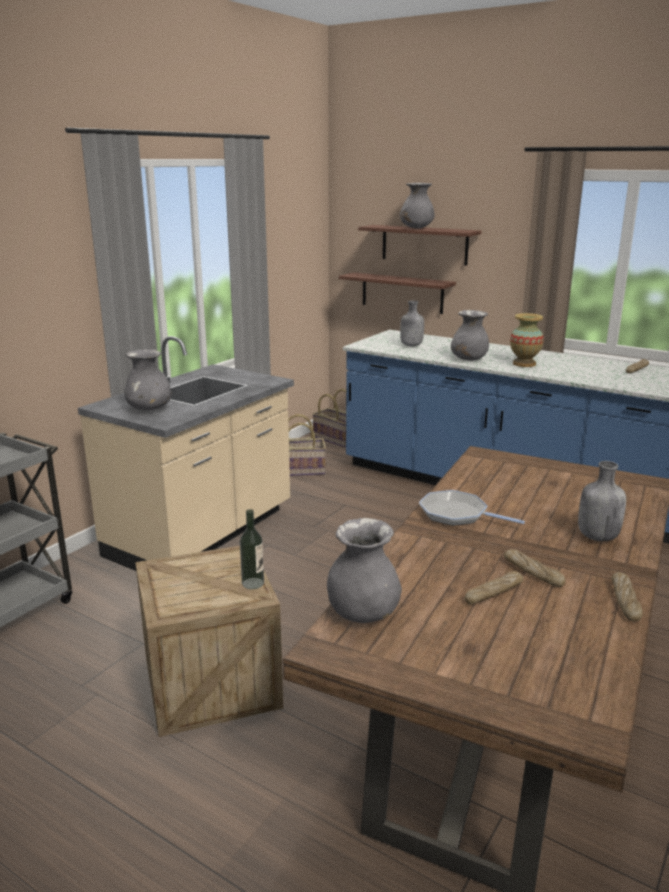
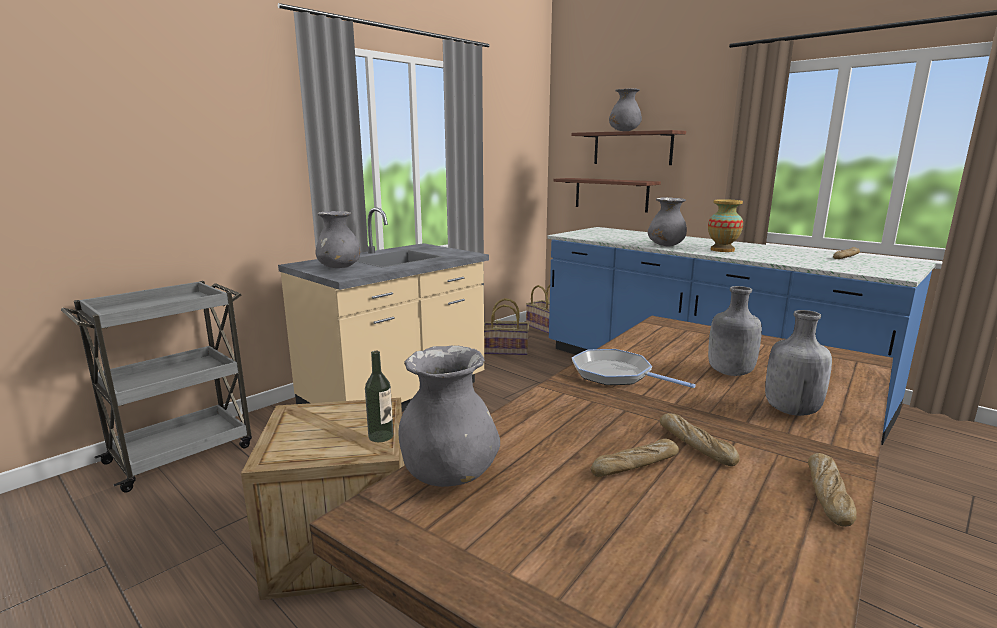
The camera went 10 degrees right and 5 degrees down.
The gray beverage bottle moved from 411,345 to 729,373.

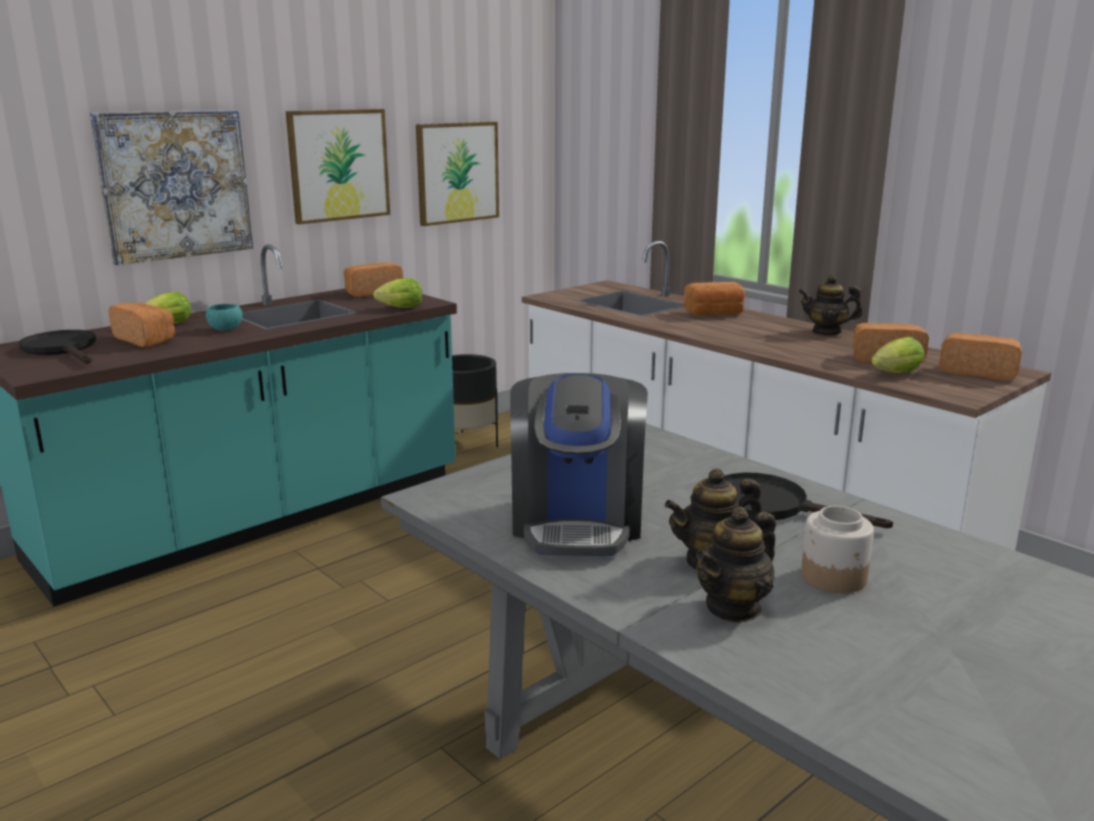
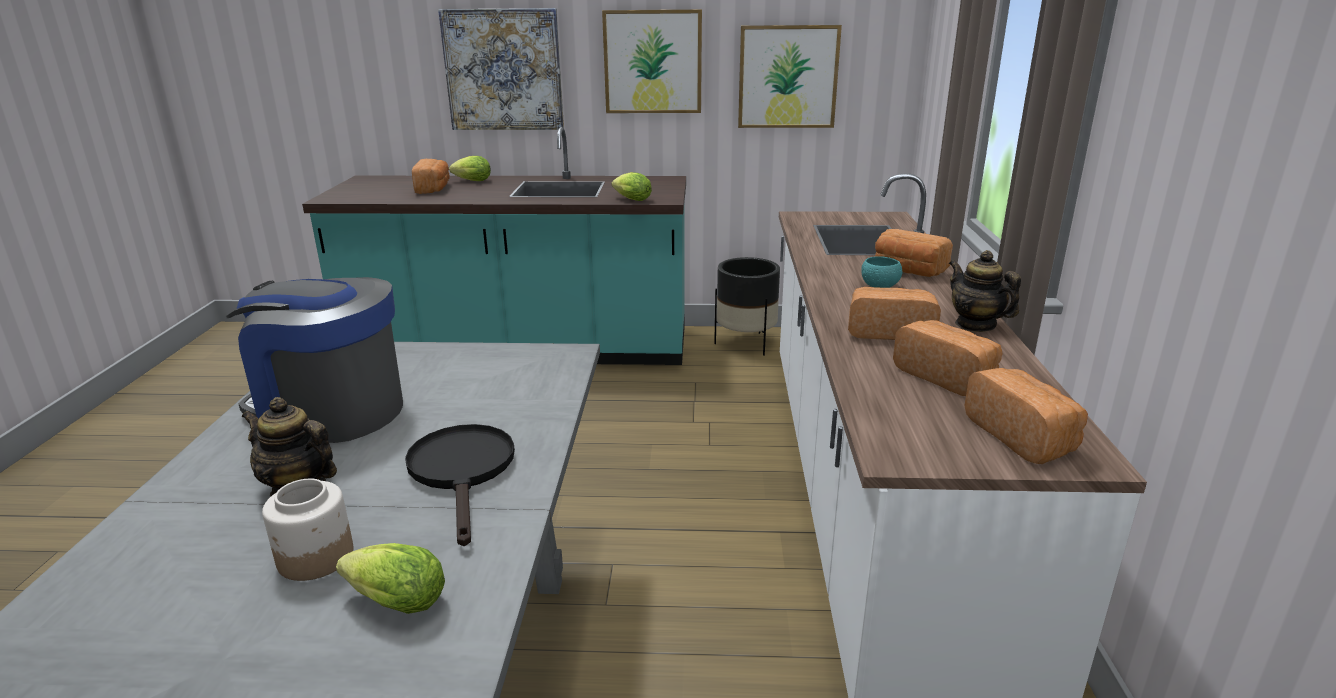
The camera went 45 degrees right and 5 degrees up.
The bakery bread moved from 372,292 to 889,332.
The turquoise deep dish moved from 225,329 to 879,286.
The blackish pan at 63,349 disappeared.
The lettuce moved from 893,374 to 392,602.
The coffee maker at 577,521 turned 60 degrees clockwise.
The pot for tea at 734,607 disappeared.

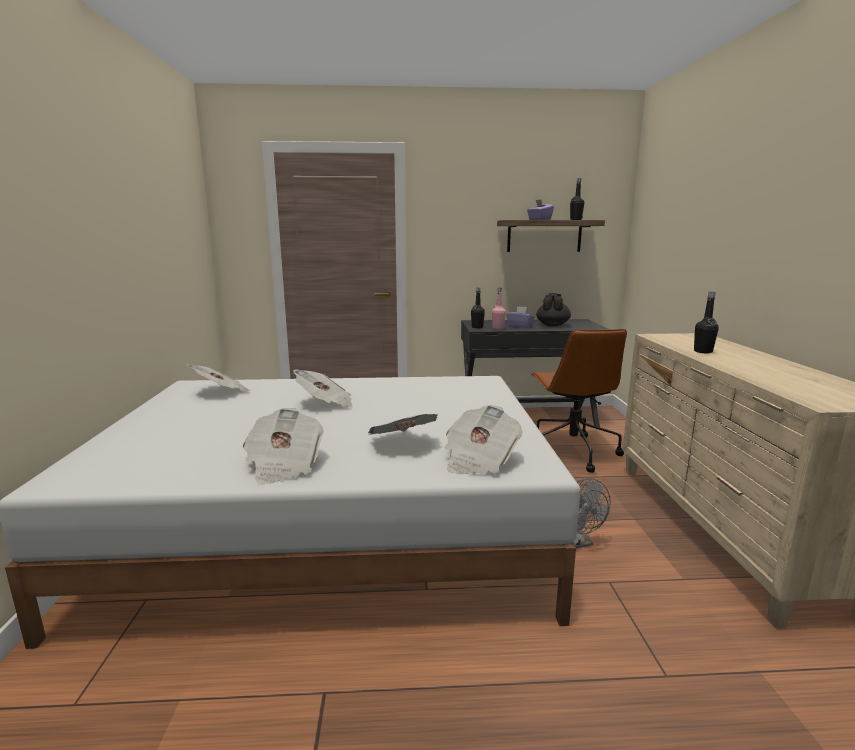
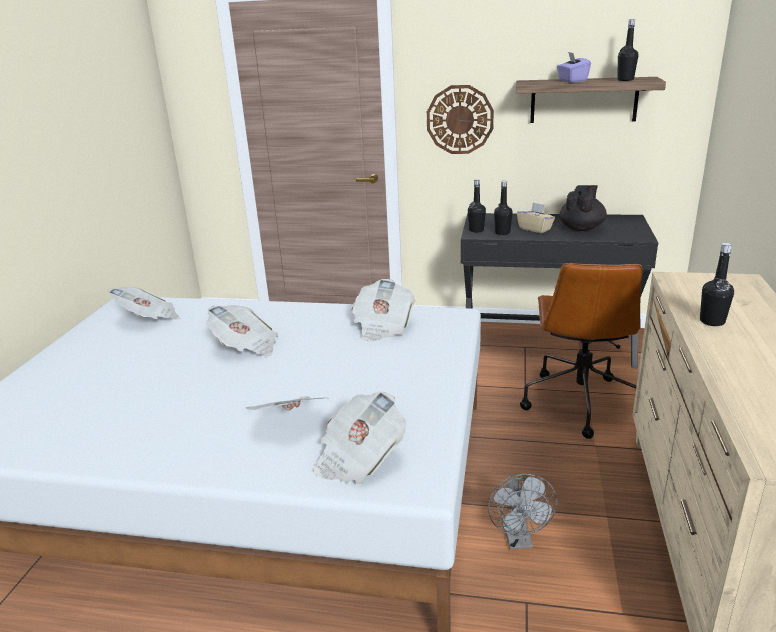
The camera went 15 degrees right and 10 degrees up.
The pink beverage bottle at 498,328 became the blackish beverage bottle at 502,233.
The purple tissue box at 520,326 became the beige tissue box at 535,229.
The newspaper moved from 283,465 to 382,326.
The clock on the wall at 460,119 appeared.

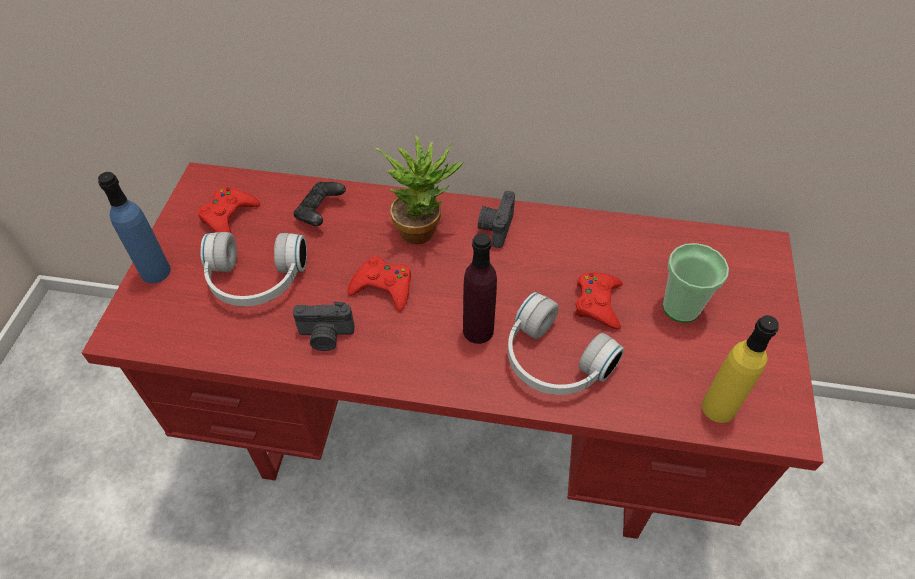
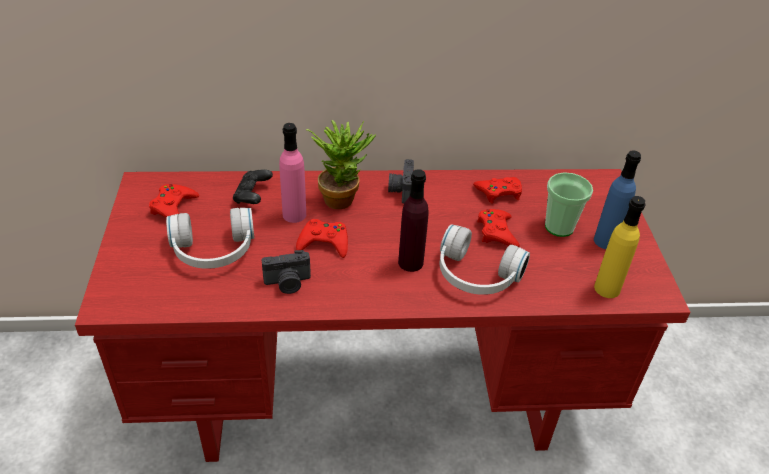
The camera went 15 degrees left and 10 degrees down.
The blue beverage bottle moved from 155,272 to 605,241.
The pink beverage bottle at 294,214 appeared.
The red game controller at 499,192 appeared.

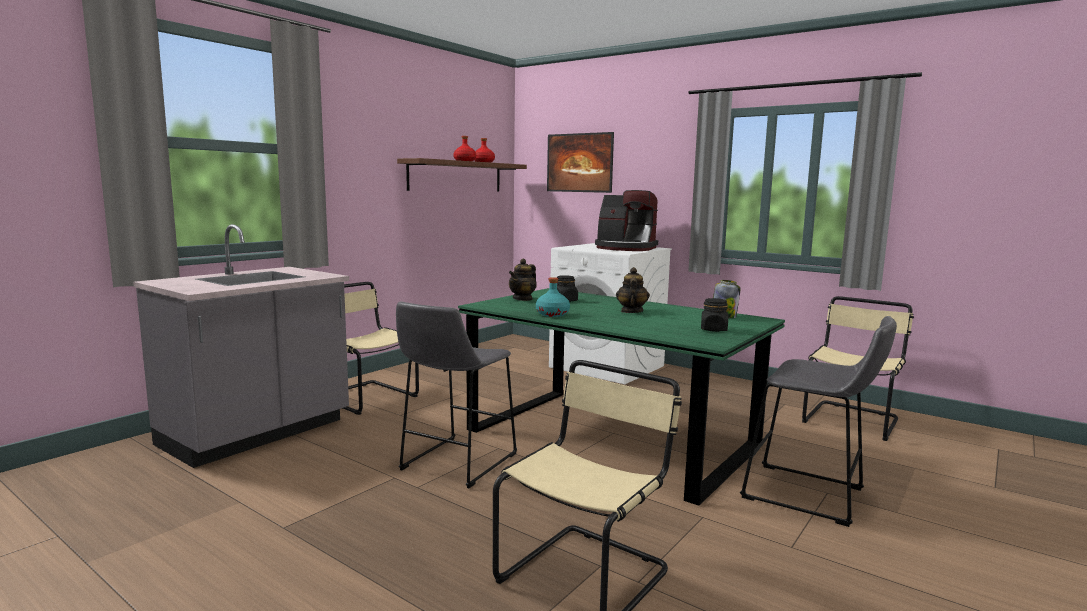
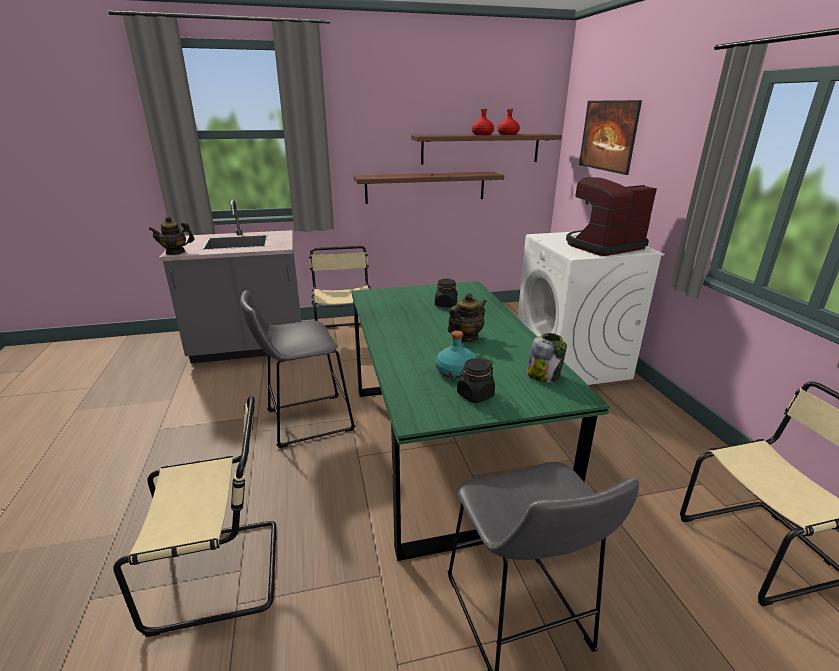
The camera went 40 degrees right and 15 degrees up.
The coffee maker at 625,248 turned 90 degrees clockwise.
The pot for tea moved from 523,299 to 175,252.
The turquoise beverage bottle moved from 552,314 to 455,372.
The brownish bracket shelf at 425,187 appeared.

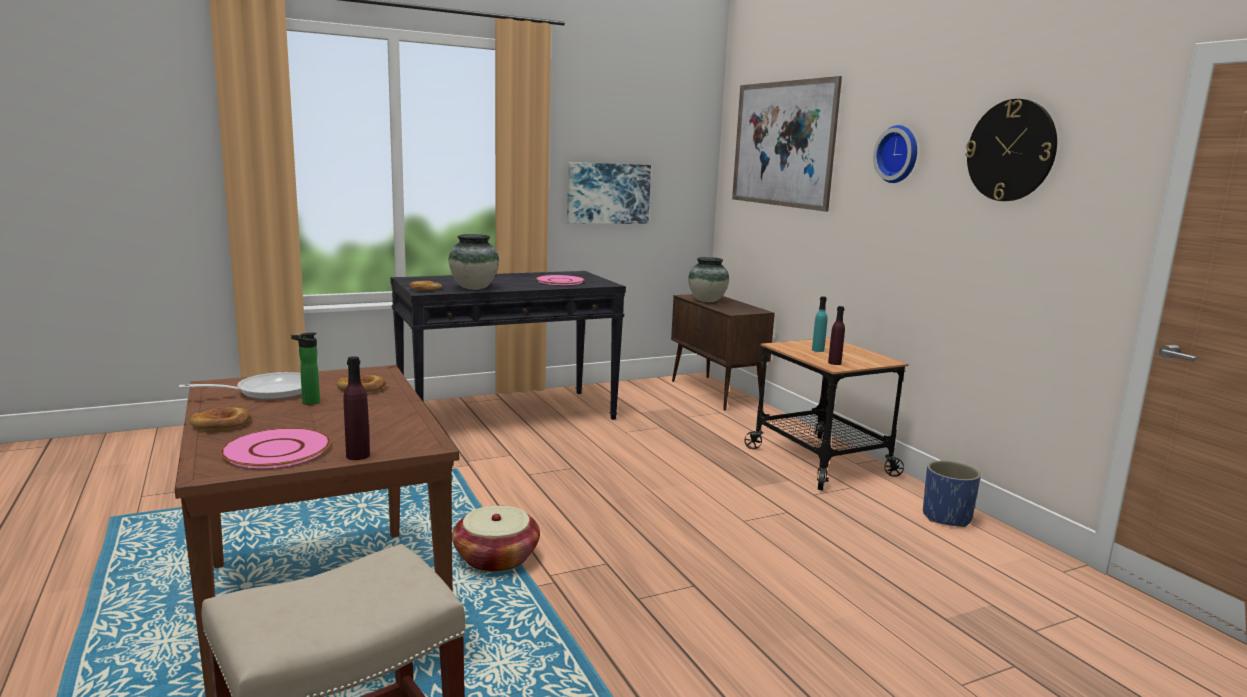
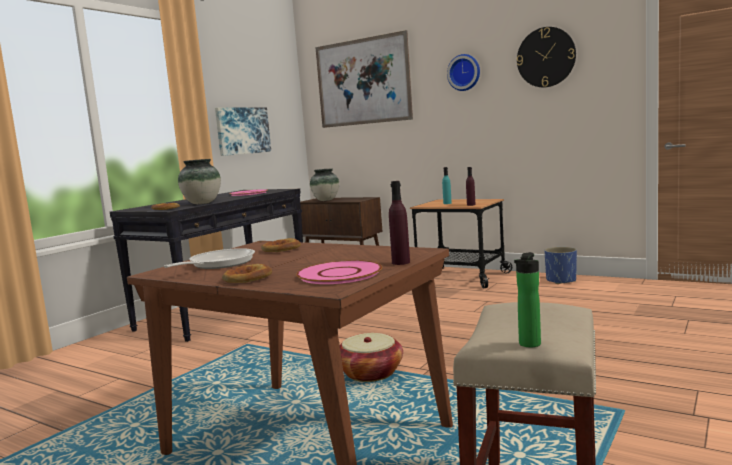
The camera went 30 degrees left and 5 degrees down.
The beverage bottle moved from 308,402 to 528,345.

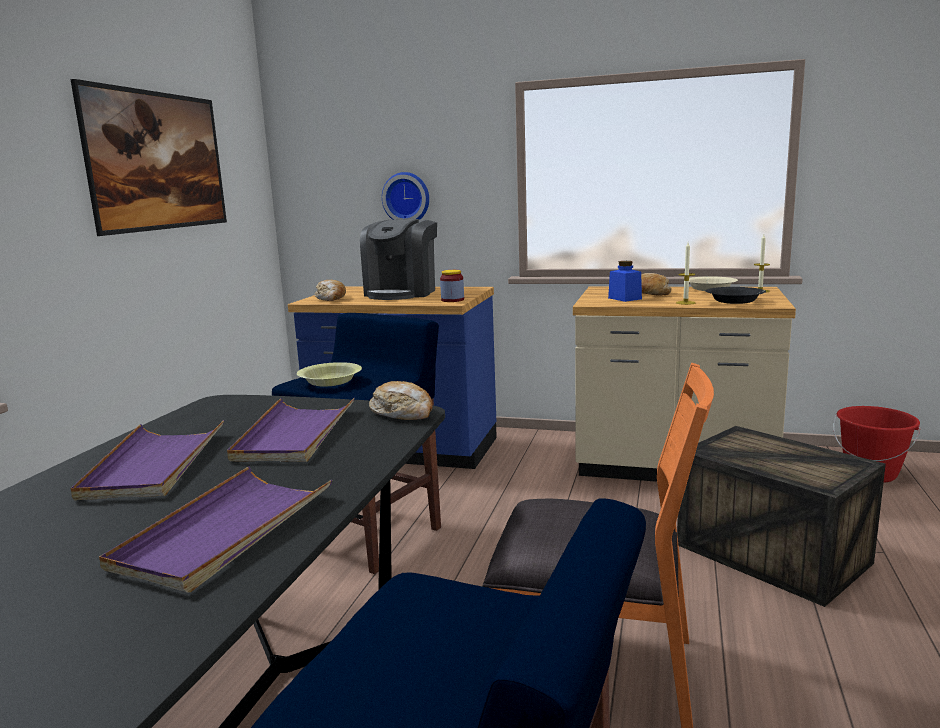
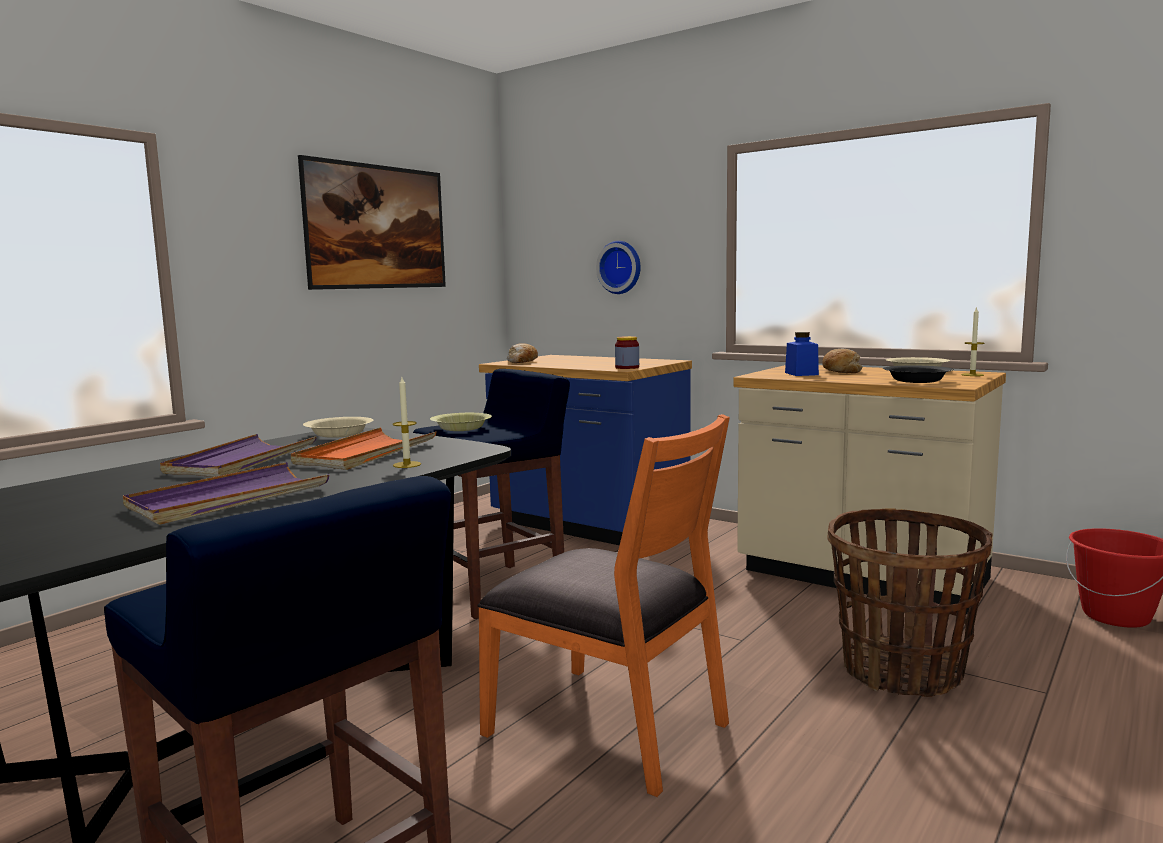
The camera went 20 degrees right and 5 degrees down.
The coffee maker at 402,293 disappeared.
The candle moved from 685,303 to 407,465.
The bakery bread at 403,413 disappeared.
The purple tray at 295,434 became the orange tray at 365,454.
The packing crate at 774,554 was replaced by the household basket at 902,671.
The beige deep dish at 339,435 appeared.

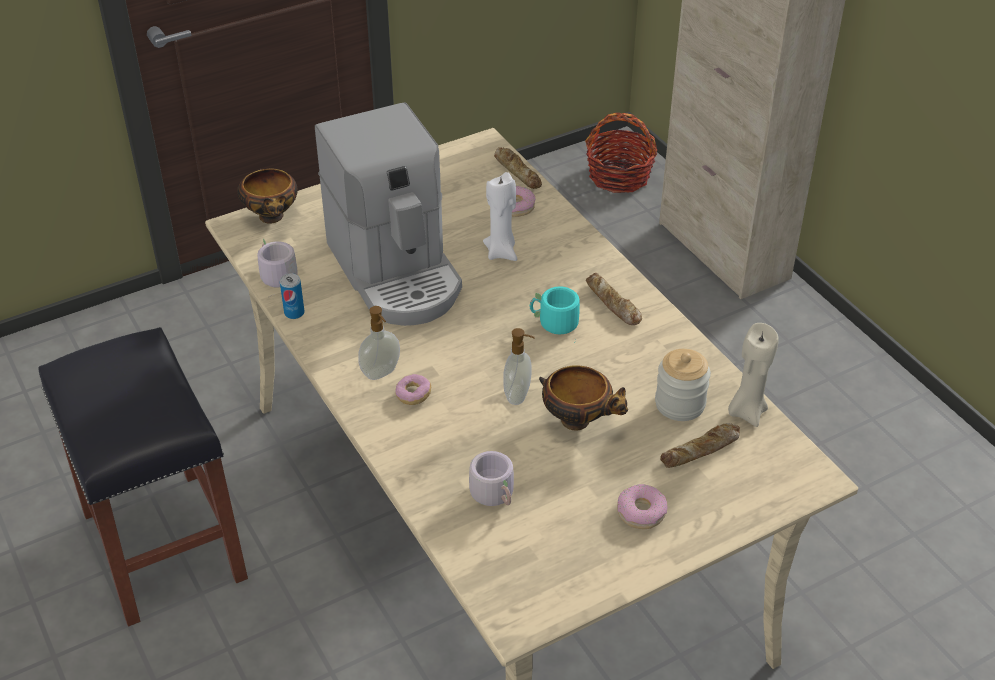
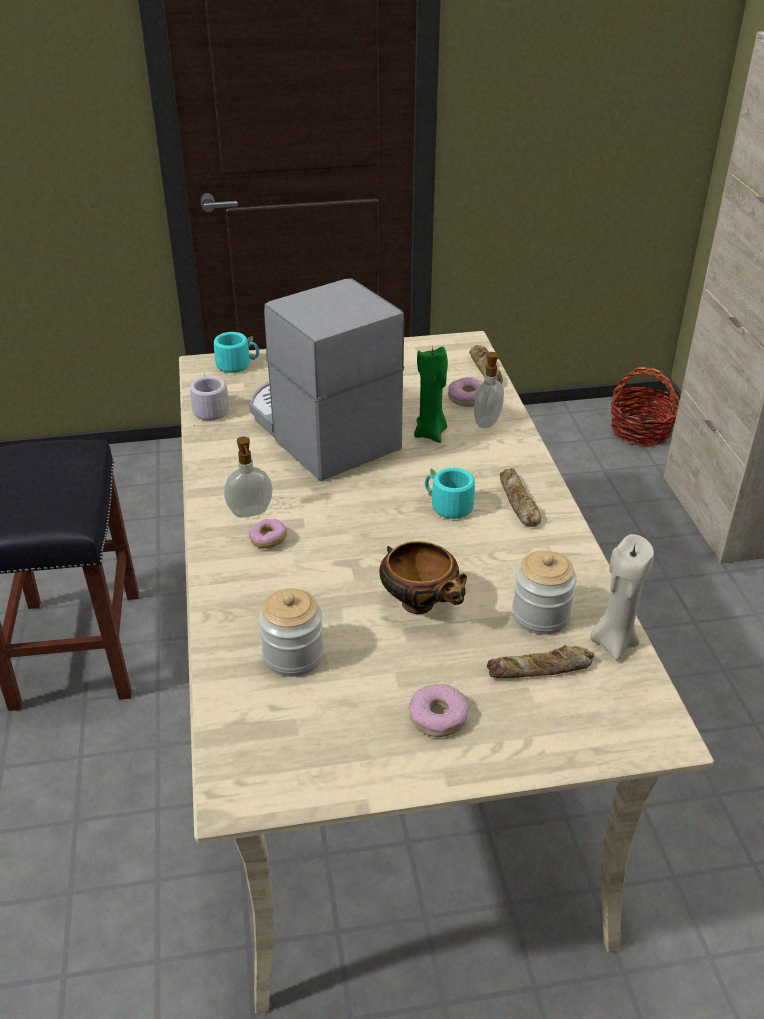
The camera went 20 degrees right and 5 degrees down.
The coffee maker at 396,273 turned 150 degrees clockwise.
The deep dish at 272,218 was replaced by the turquoise tea mug at 237,364.
The white candle at 501,252 became the green candle at 431,433.
The can at 294,313 disappeared.
The soap dispenser moved from 518,395 to 488,423.
The gray tea mug at 496,494 was replaced by the preserve jar at 293,655.

